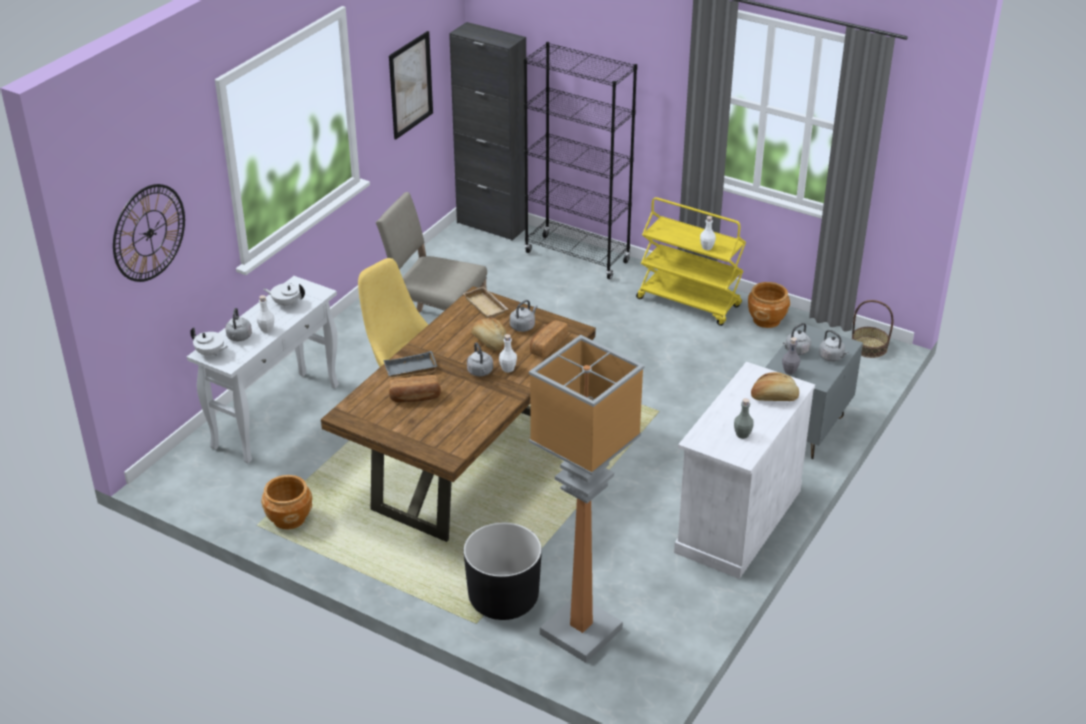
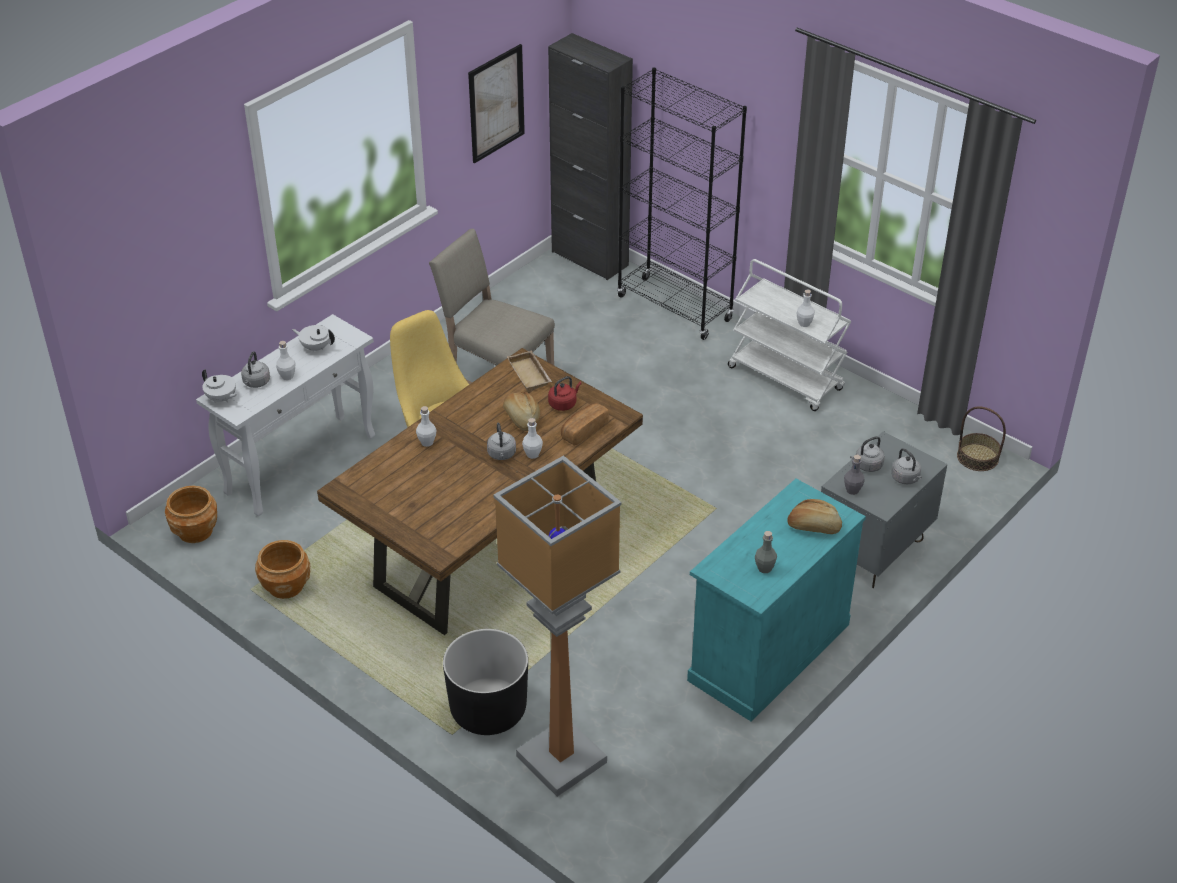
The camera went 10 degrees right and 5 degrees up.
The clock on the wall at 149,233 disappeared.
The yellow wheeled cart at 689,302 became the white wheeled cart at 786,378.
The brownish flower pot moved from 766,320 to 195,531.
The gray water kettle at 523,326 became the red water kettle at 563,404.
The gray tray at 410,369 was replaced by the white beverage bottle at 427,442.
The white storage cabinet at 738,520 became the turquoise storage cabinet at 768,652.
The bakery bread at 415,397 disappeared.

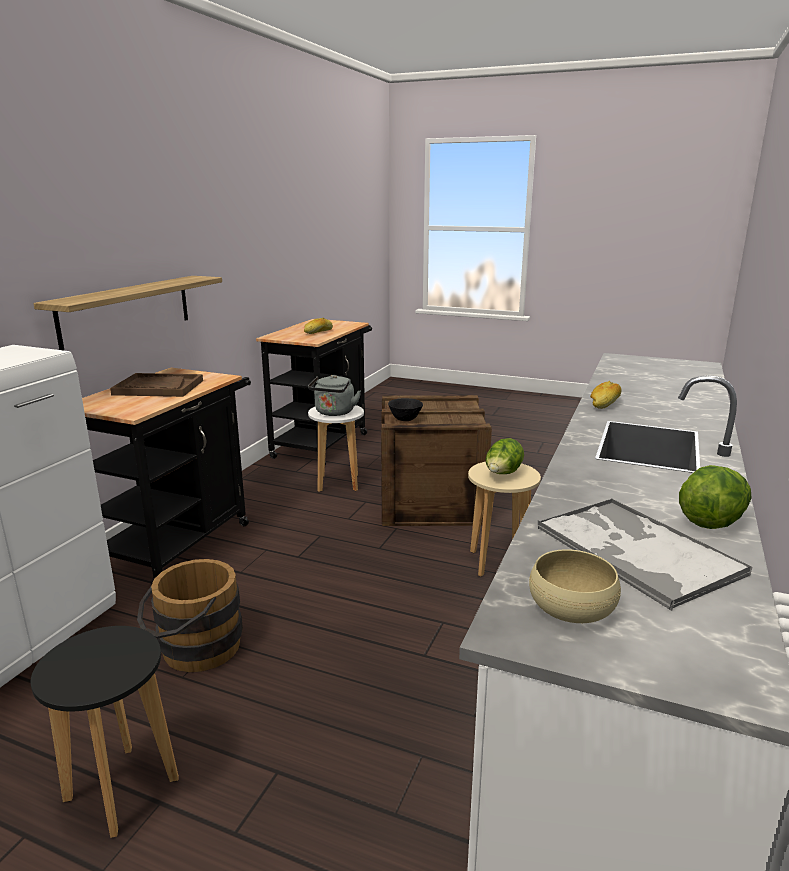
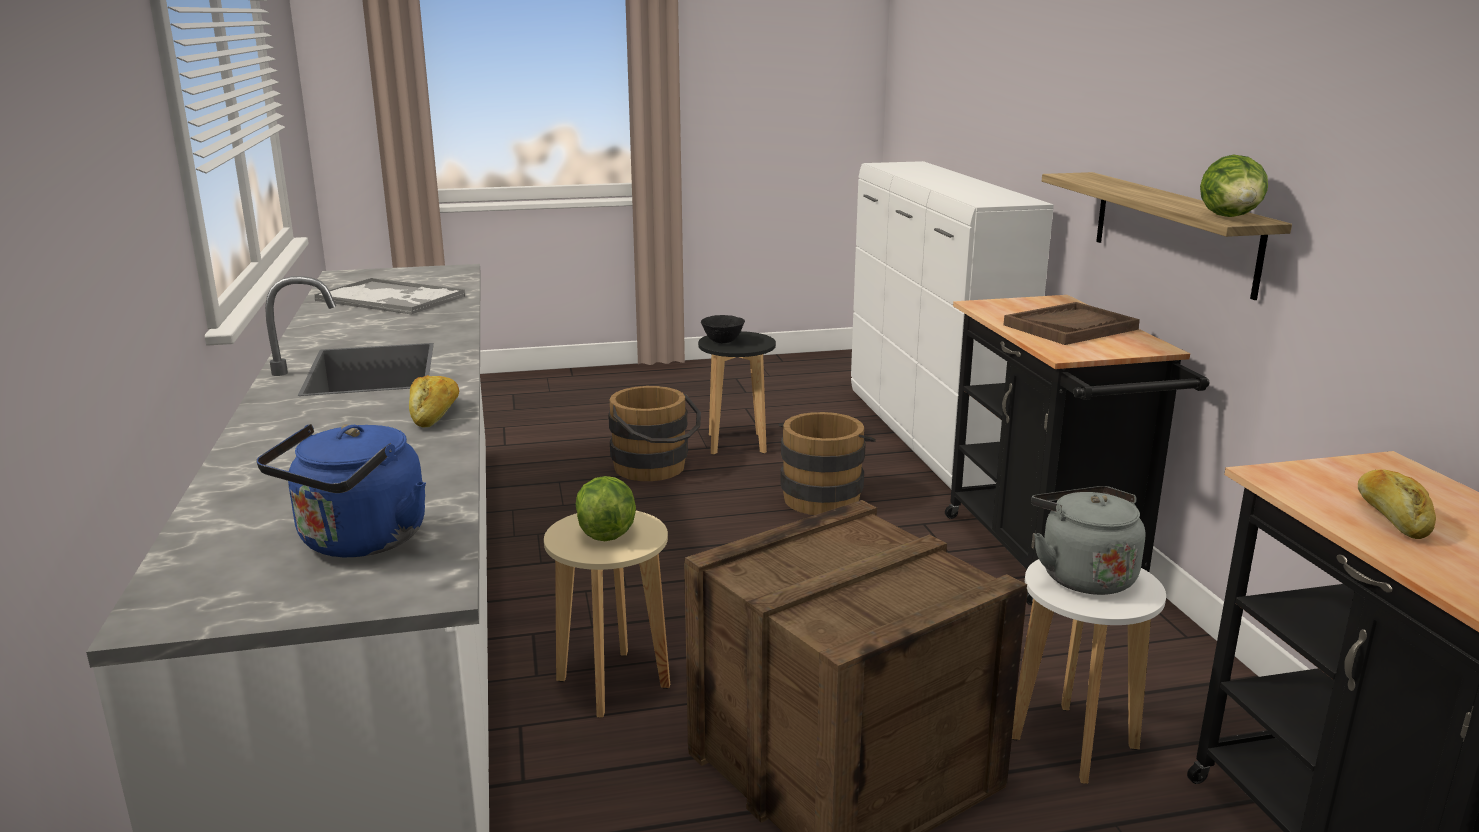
The camera went 145 degrees right and 0 degrees up.
The blackish deep dish moved from 405,420 to 722,342.
The lettuce moved from 711,520 to 1231,218.
The beige deep dish at 572,607 disappeared.
The brownish pail at 654,469 appeared.
The blue water kettle at 358,542 appeared.

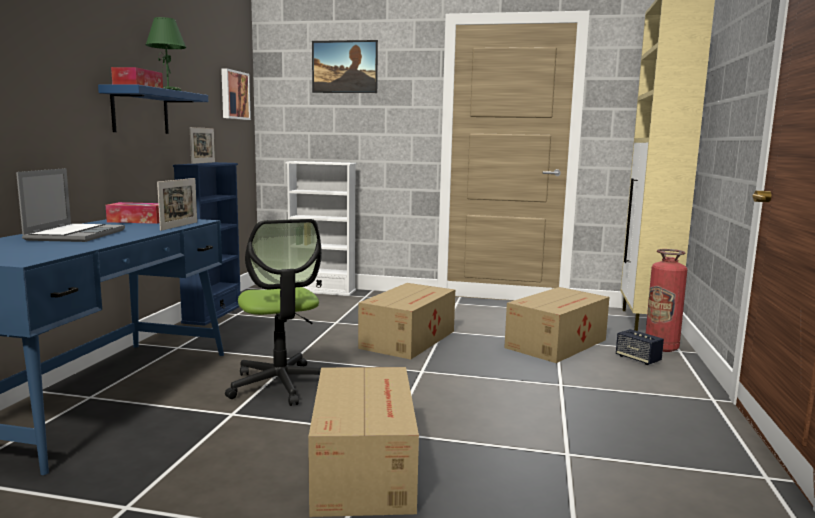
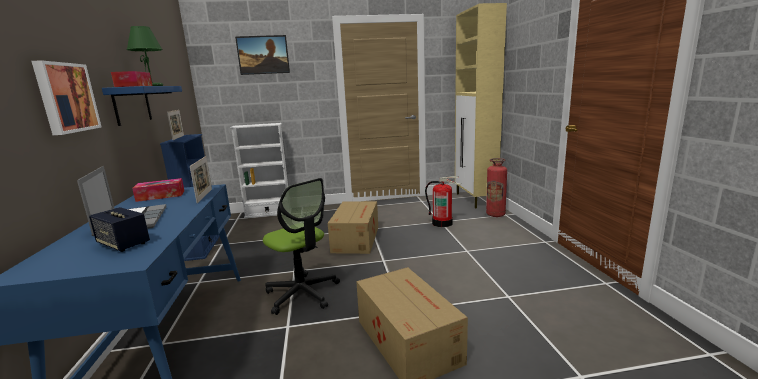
The camera went 20 degrees left and 5 degrees up.
The picture moved from 233,95 to 65,98.
The cardboard box at 557,343 was replaced by the extinguisher at 442,223.
The loudspeaker moved from 638,359 to 123,244.

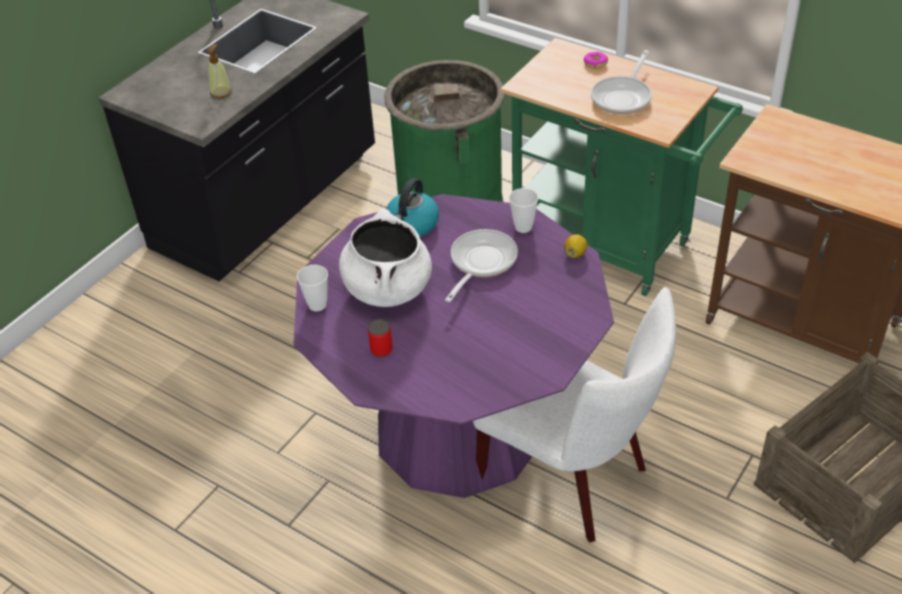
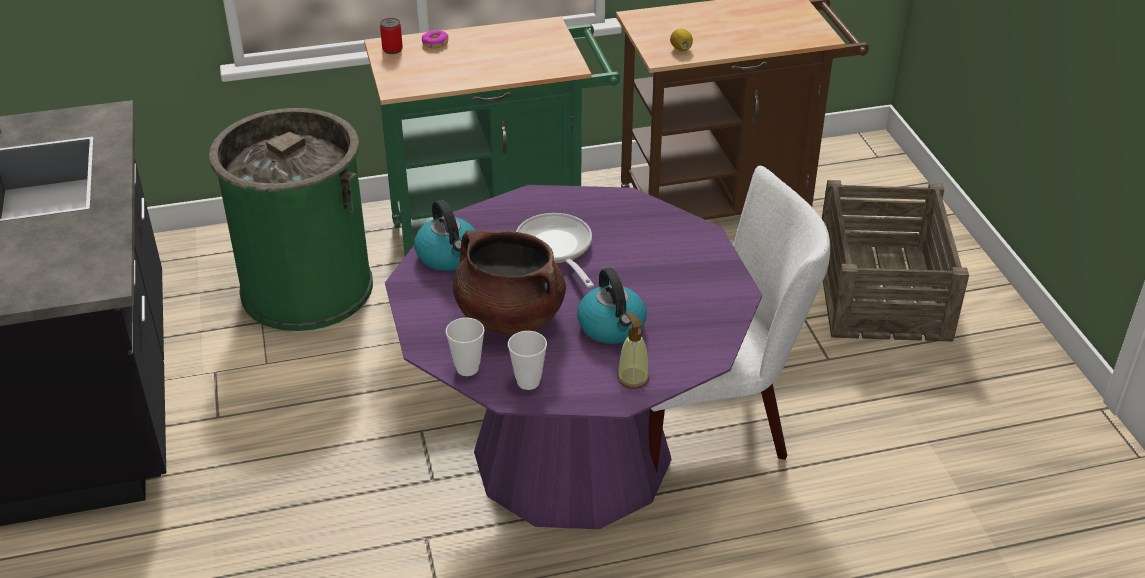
The camera went 50 degrees left and 5 degrees down.
The soap dispenser moved from 221,92 to 633,378.
The pan at 623,97 disappeared.
The drinking cup moved from 523,227 to 528,382.
The white saucepot at 387,288 became the brownish saucepot at 509,316.
The lemon moved from 575,254 to 681,49.
The can moved from 381,350 to 392,49.
The water kettle at 612,327 appeared.

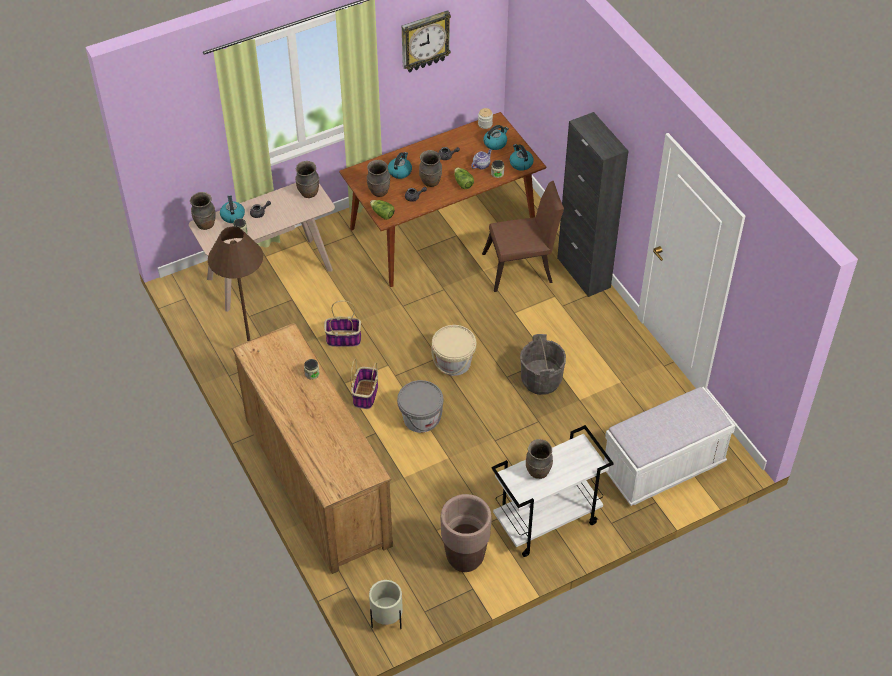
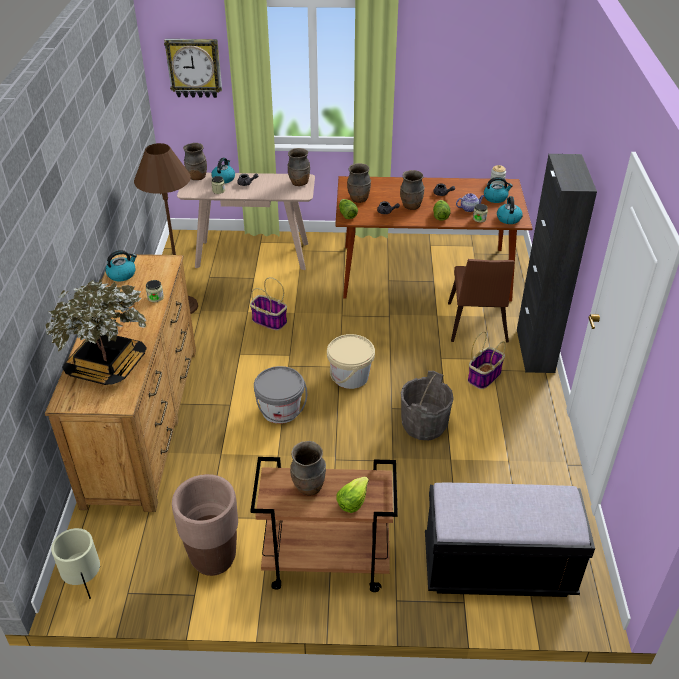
The camera went 30 degrees right and 10 degrees down.
The clock on the wall moved from 424,41 to 194,67.
The water kettle moved from 400,171 to 122,274.
The brownish chair at 522,268 turned 75 degrees clockwise.
The household basket moved from 365,394 to 484,376.
The white long seat at 663,467 became the blackish long seat at 498,568.
The white wheeled cart at 546,522 became the brownish wheeled cart at 325,564.
The plant in a pot at 107,366 appeared.
The lettuce at 352,501 appeared.

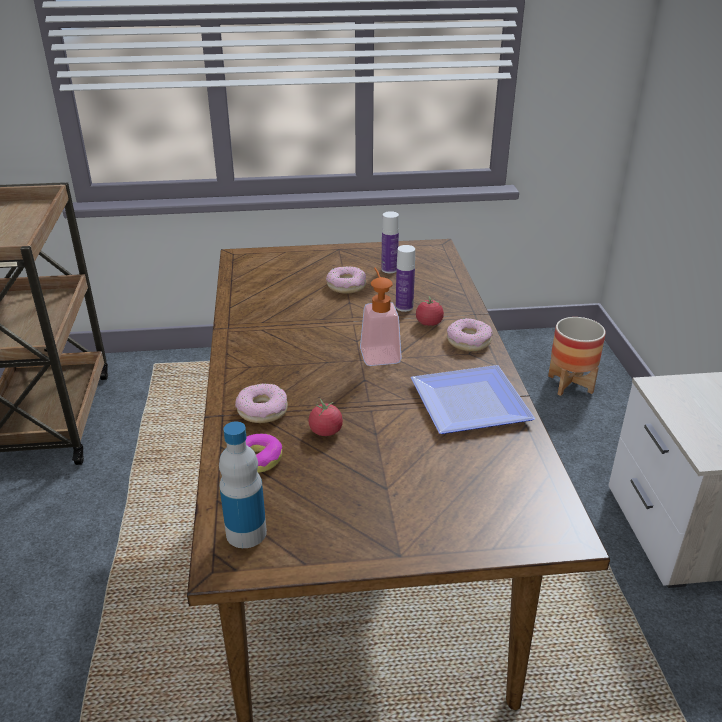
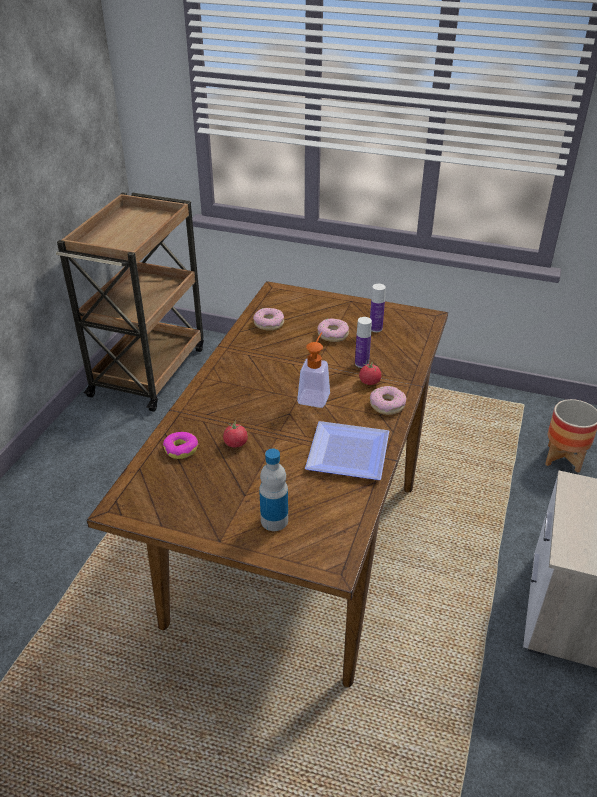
The camera went 25 degrees right and 5 degrees up.
The doughnut moved from 262,410 to 269,323.
The beverage bottle moved from 246,533 to 274,520.

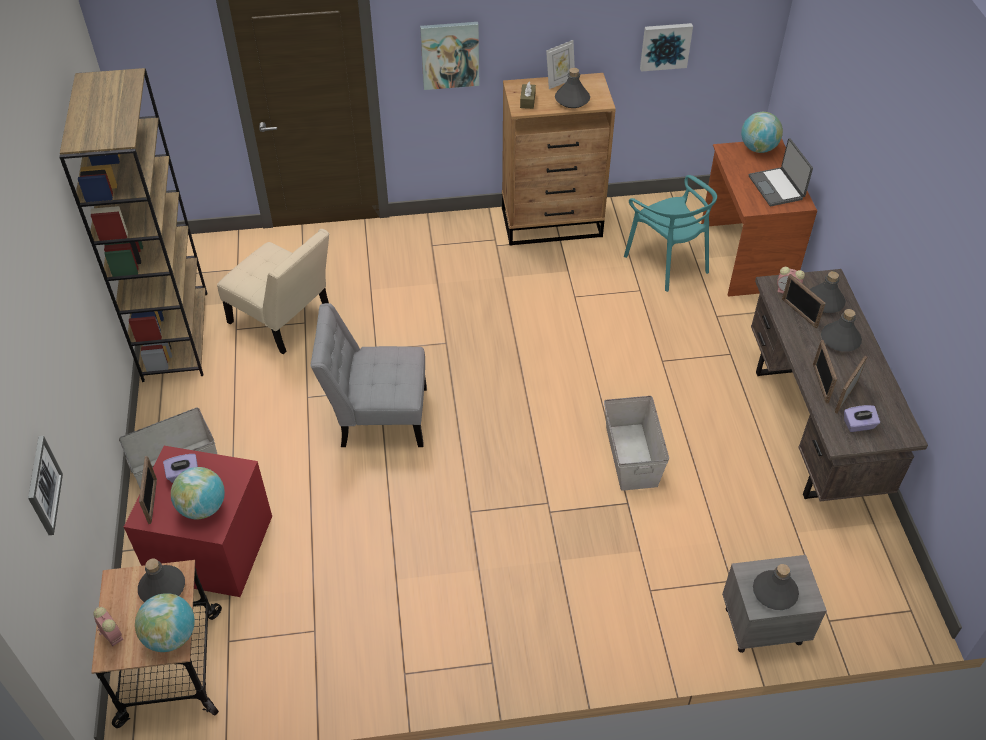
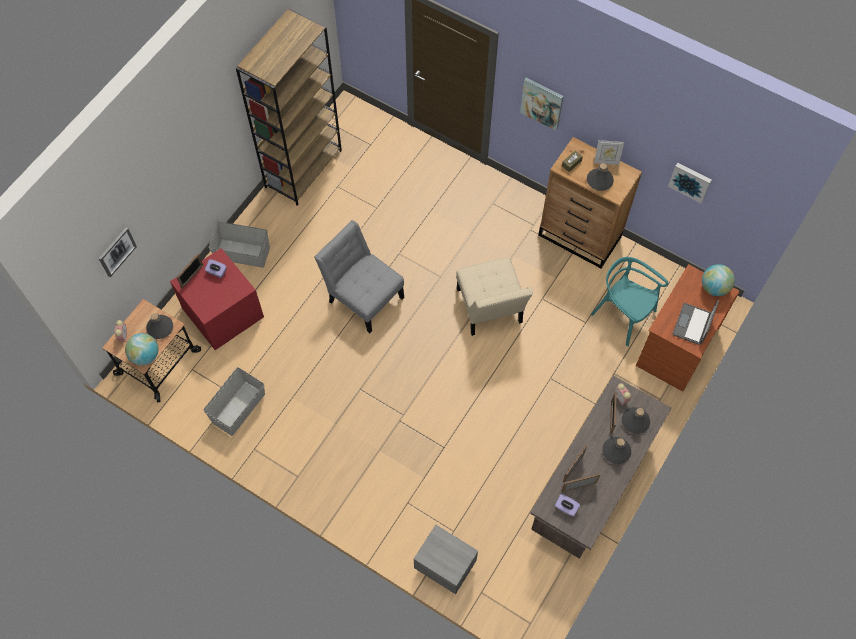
The camera went 40 degrees right and 15 degrees up.
The turquoise chair at 667,262 turned 120 degrees clockwise.
The beige chair moved from 284,320 to 490,310.
The gray storage box moved from 631,456 to 238,408.
The world globe at 203,507 disappeared.
The gray beverage bottle at 774,592 disappeared.

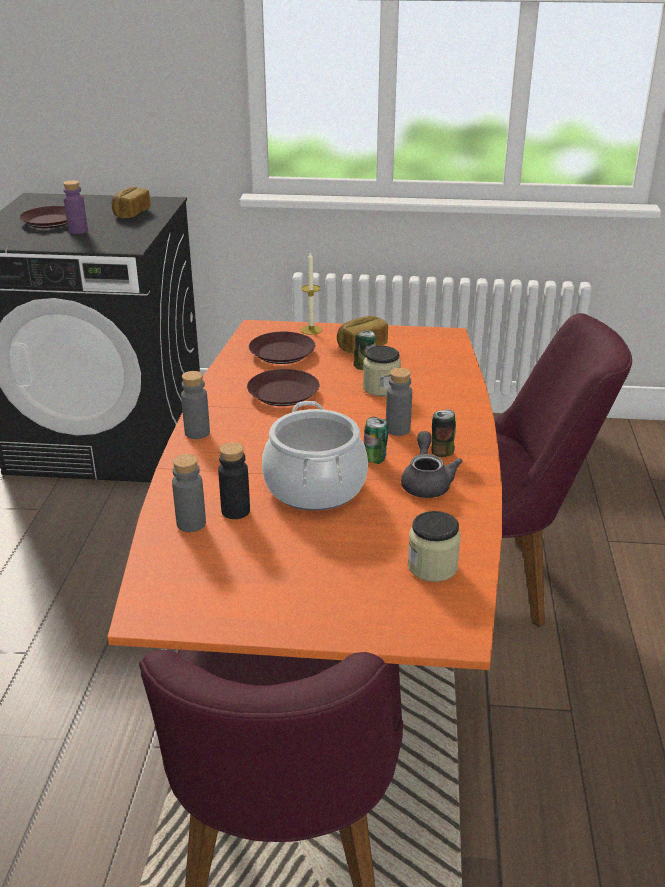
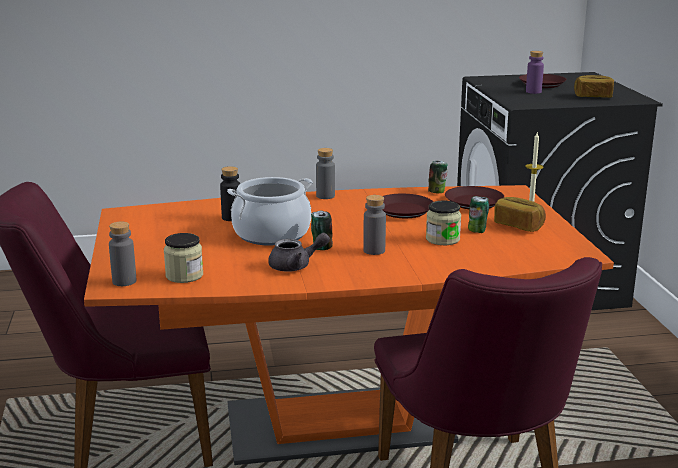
The camera went 75 degrees right and 10 degrees down.
The can moved from 442,452 to 437,192.
The gray beverage bottle moved from 191,523 to 124,281.

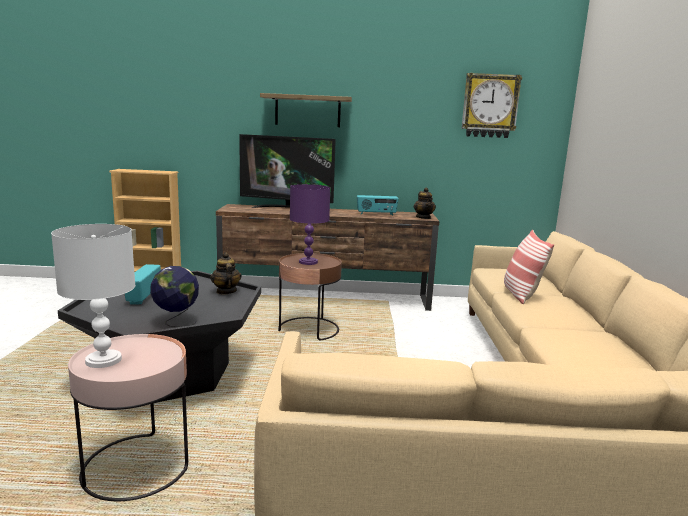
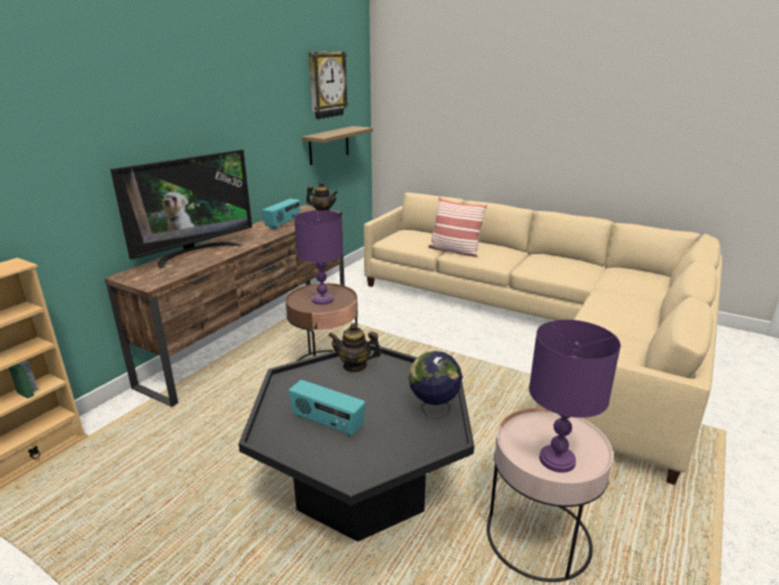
The camera went 60 degrees left and 10 degrees up.
The bracket shelf moved from 307,111 to 329,145.
The white table lamp at 102,360 became the purple table lamp at 557,460.

